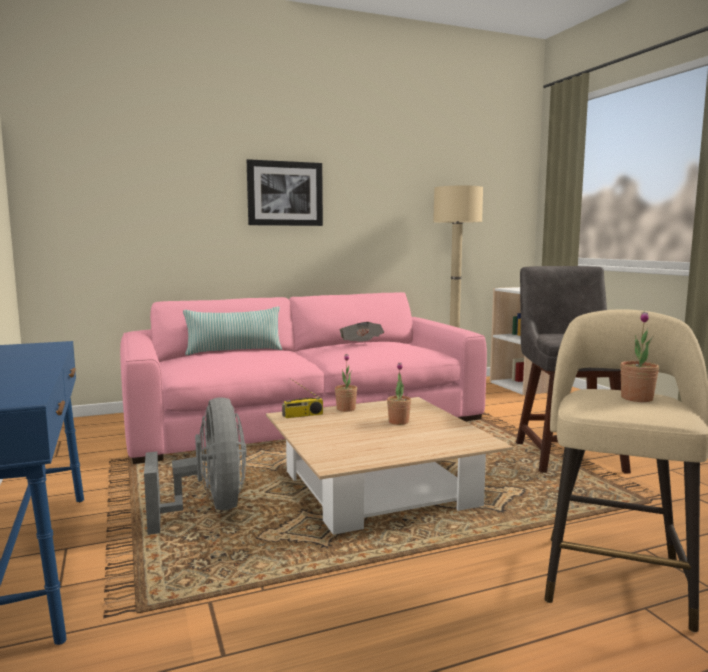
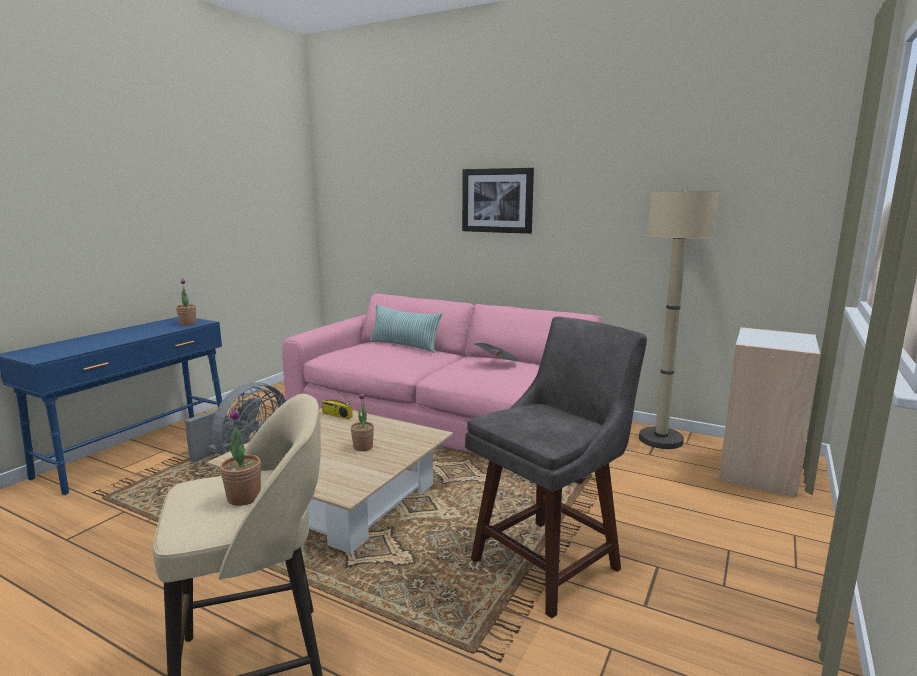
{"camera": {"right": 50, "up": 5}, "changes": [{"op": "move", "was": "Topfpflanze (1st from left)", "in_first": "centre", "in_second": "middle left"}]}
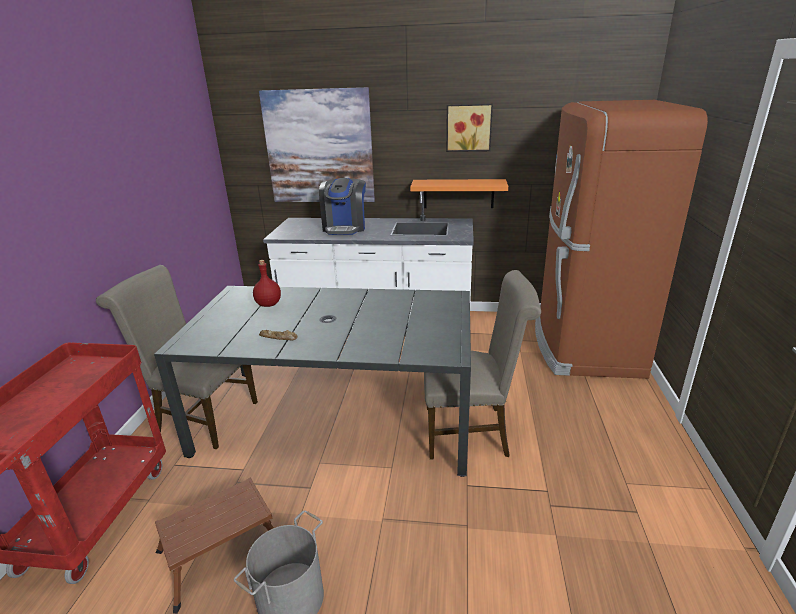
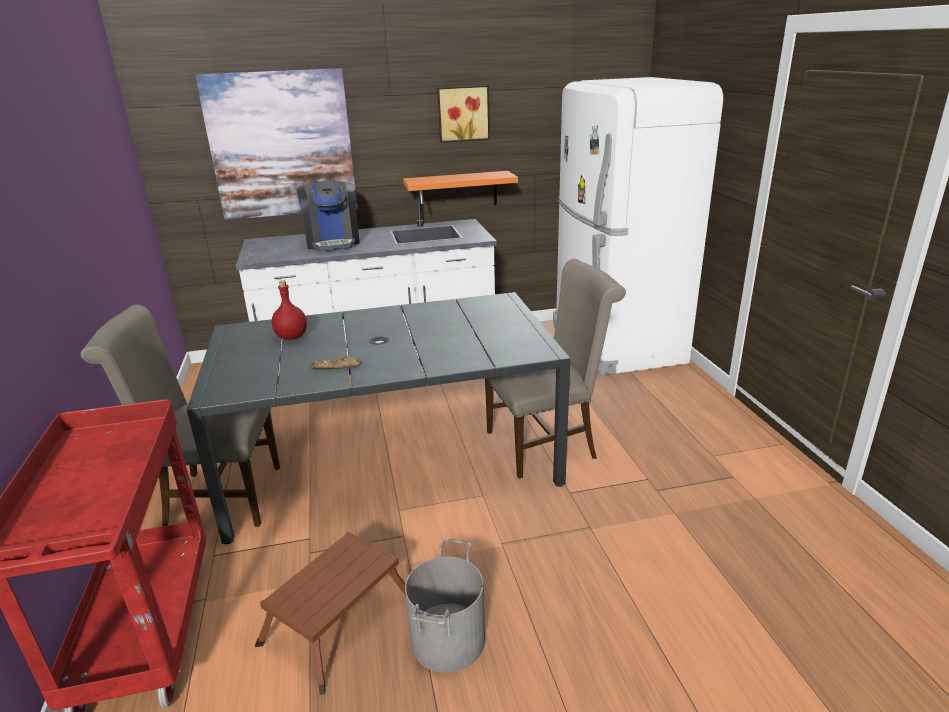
{"camera": {"right": -20, "up": 0}, "changes": [{"op": "recolor", "was": "Kühlschrank [braun]", "now": "Kühlschrank [weiß]", "in_first": "middle right", "in_second": "top right"}]}
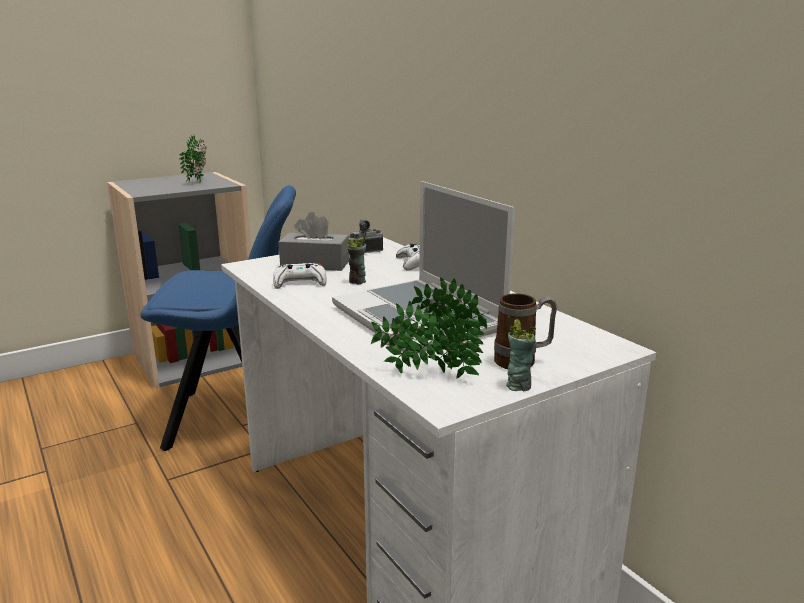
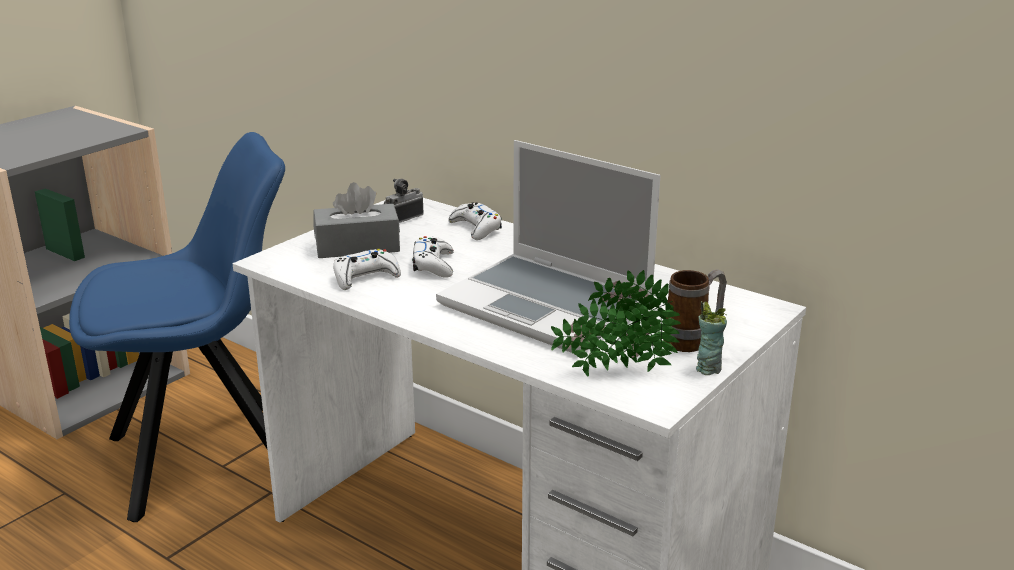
{"camera": {"right": -20, "up": 5}, "changes": [{"op": "replace", "was": "Tasse (1st from left)", "now": "Gamepad [weiß] (2nd from left)", "in_first": "centre", "in_second": "centre"}, {"op": "delete", "was": "Topfpflanze (1st from left)", "in_first": "top left"}]}
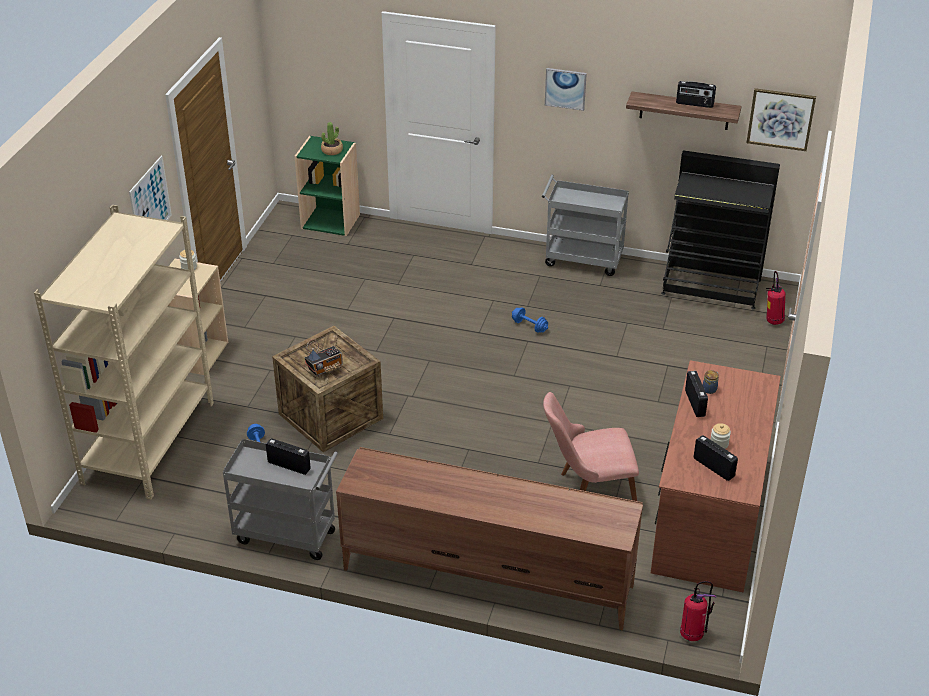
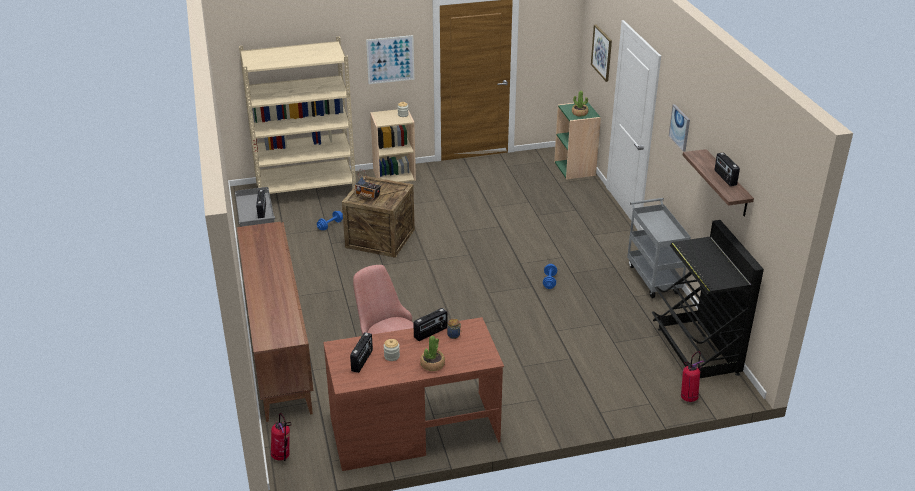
{"camera": {"right": 60, "up": -5}, "changes": [{"op": "insert", "now": "Topfpflanze (1st from left)", "in_second": "bottom centre"}, {"op": "move", "was": "Bild (3rd from left in the first image)", "now": "Bild (2nd from left)", "in_first": "top right", "in_second": "top centre"}]}
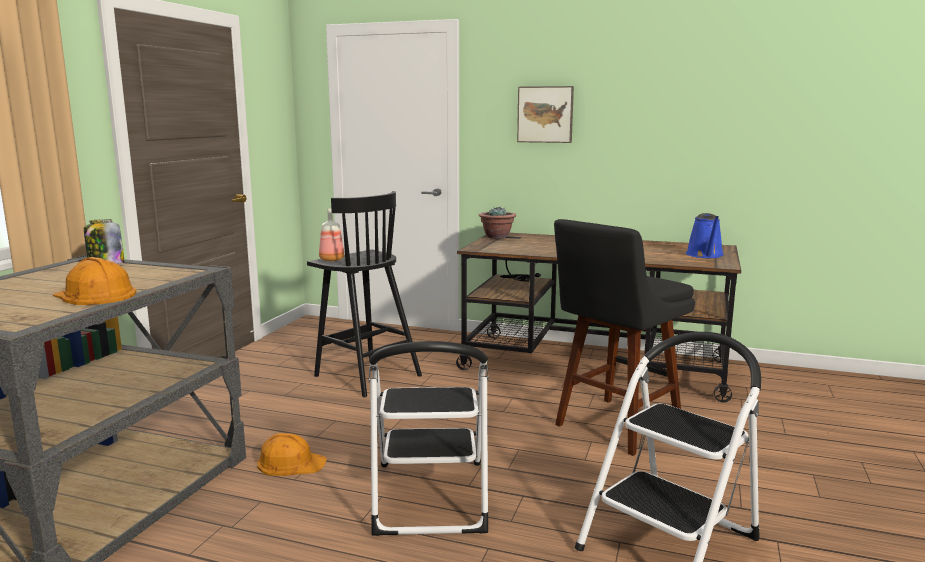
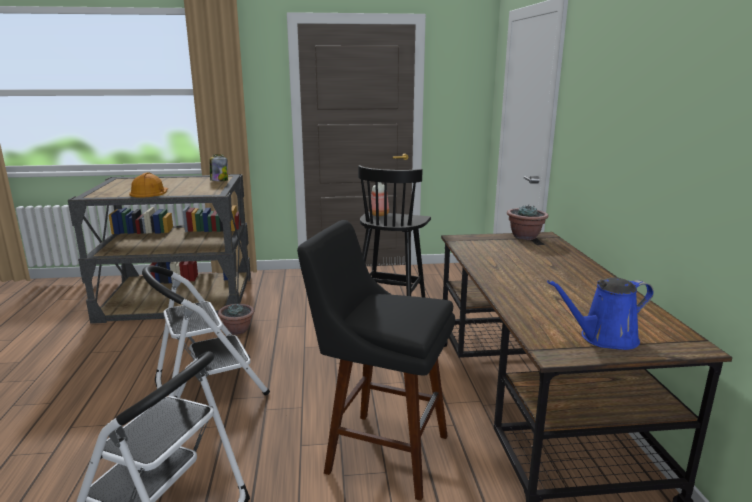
{"camera": {"right": 65, "up": 5}, "changes": [{"op": "replace", "was": "Schutzhelm [orange] (2nd from left)", "now": "Topfpflanze (1st from left)", "in_first": "bottom left", "in_second": "middle left"}, {"op": "delete", "was": "Bild", "in_first": "top centre"}]}
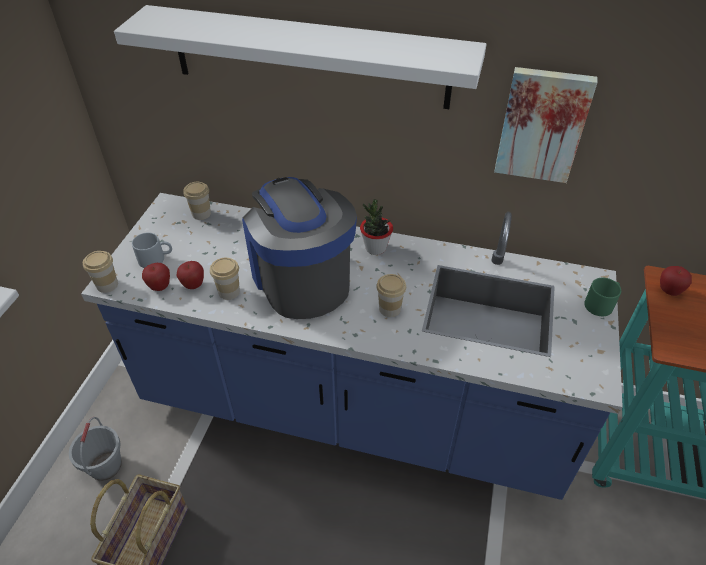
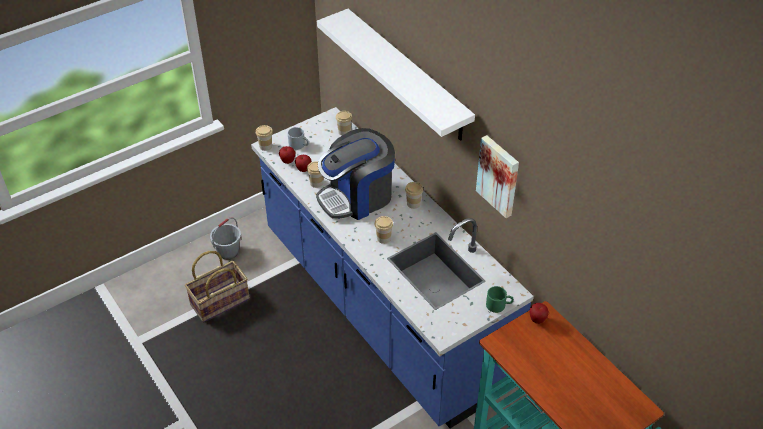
{"camera": {"right": 40, "up": 0}, "changes": [{"op": "rotate", "was": "Kaffeemaschine", "in_first": "centre", "in_second": "centre", "clockwise": -135}, {"op": "replace", "was": "Topfpflanze", "now": "Tasse (5th from left)", "in_first": "centre", "in_second": "centre"}]}
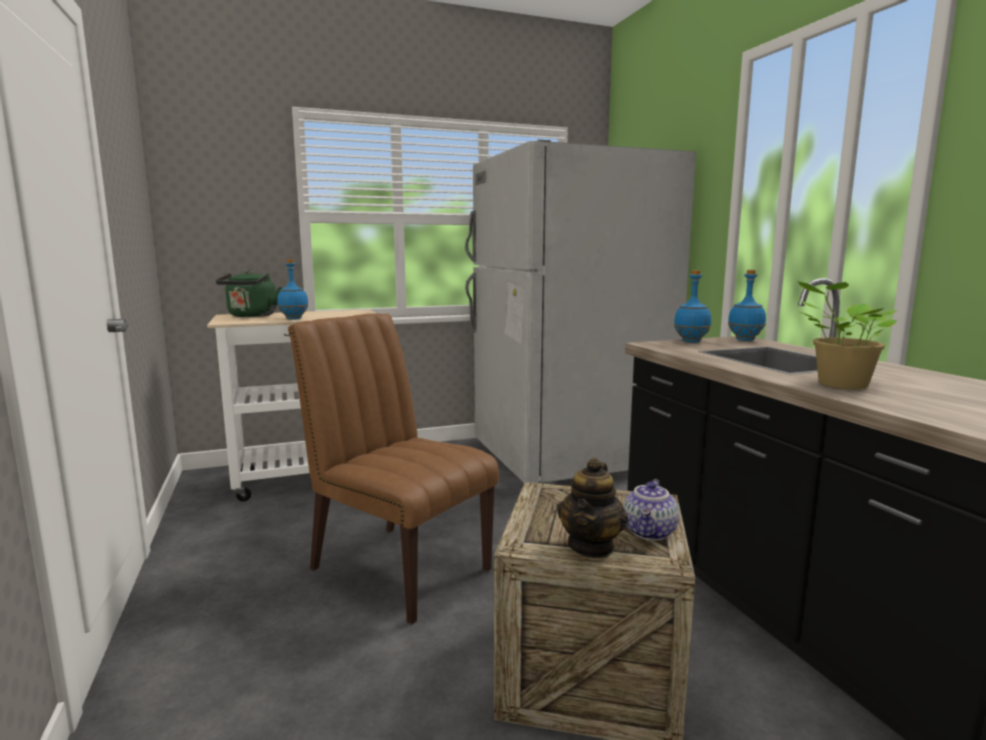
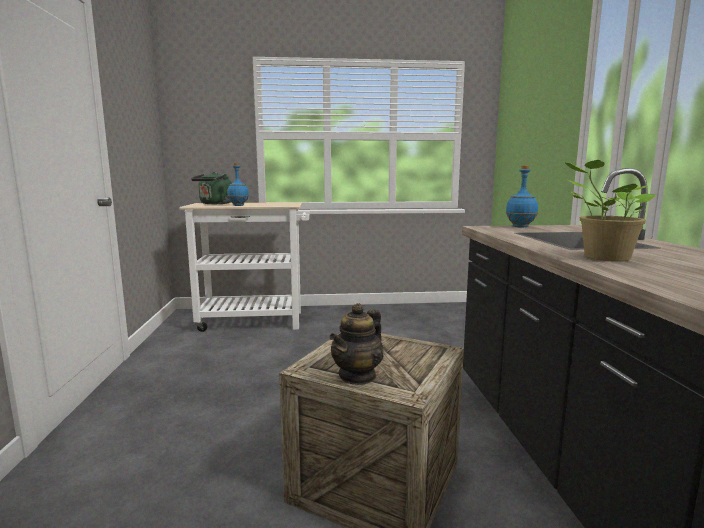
{"camera": {"right": 15, "up": 0}, "changes": [{"op": "delete", "was": "Stuhl [braun]", "in_first": "centre"}, {"op": "delete", "was": "Kühlschrank [weiß]", "in_first": "centre"}, {"op": "delete", "was": "Teekanne (2nd from left)", "in_first": "bottom centre"}, {"op": "delete", "was": "Flasche [blau] (3rd from left)", "in_first": "middle right"}]}
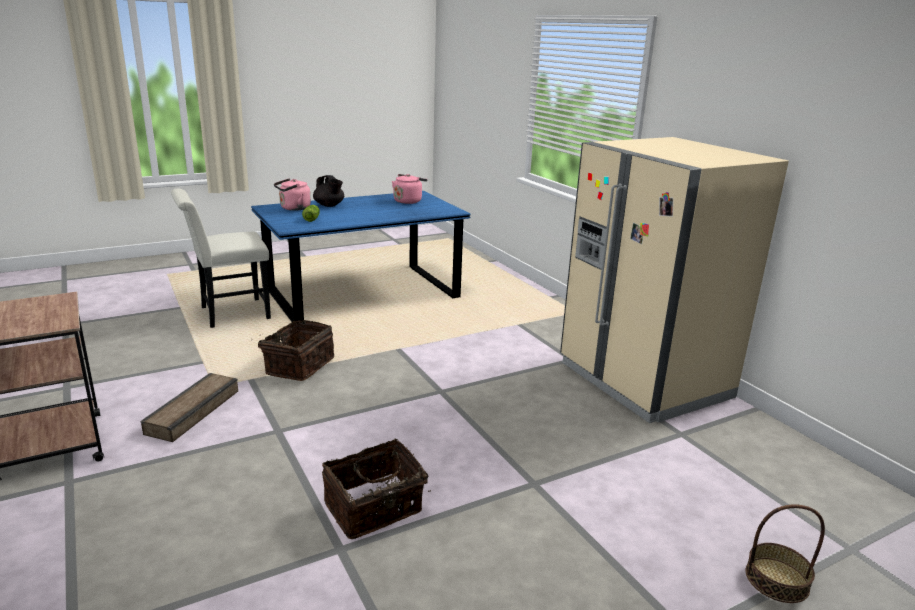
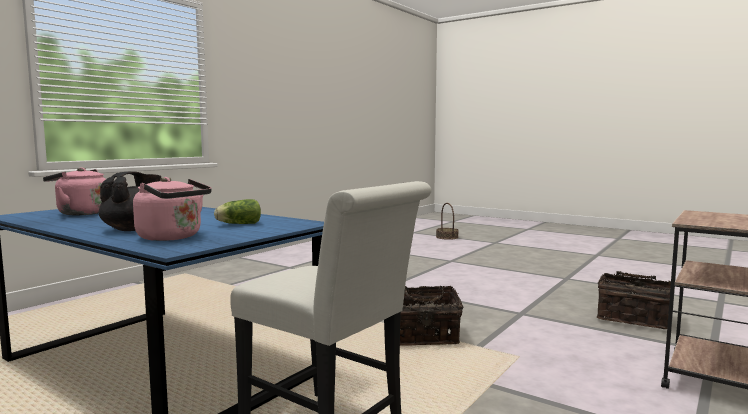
{"camera": {"right": -115, "up": -15}, "changes": [{"op": "move", "was": "Korb (2nd from left in the first image)", "now": "Korb (3rd from left)", "in_first": "bottom centre", "in_second": "bottom right"}, {"op": "delete", "was": "Kiste", "in_first": "bottom left"}, {"op": "delete", "was": "Kühlschrank [beige]", "in_first": "middle right"}]}
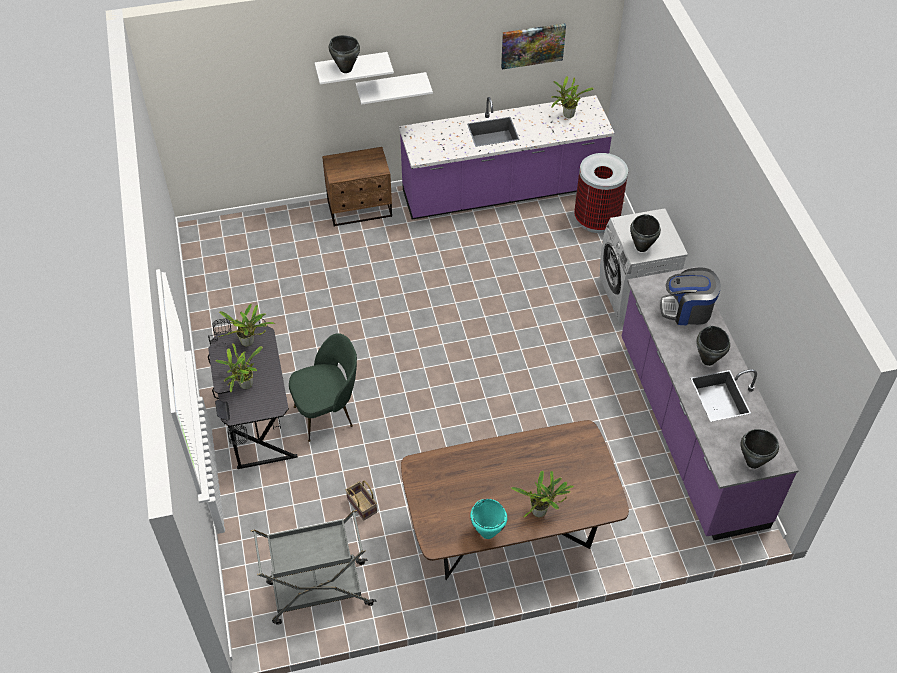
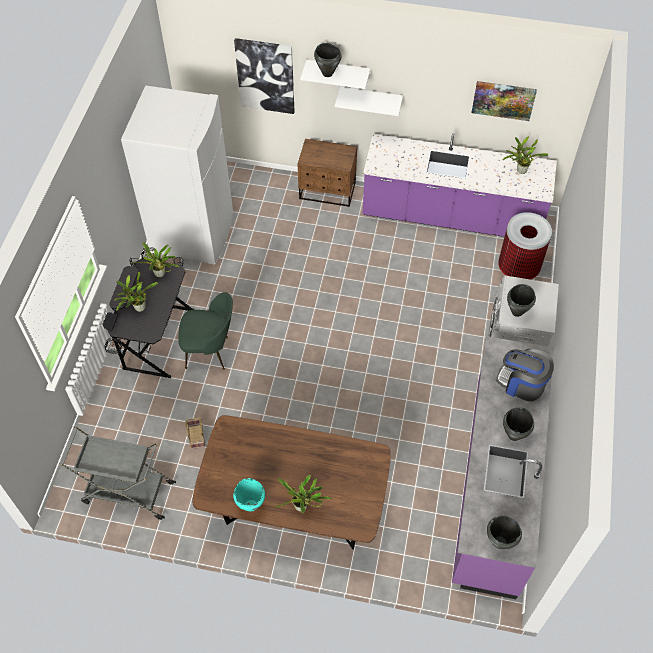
{"camera": {"right": 25, "up": 5}, "changes": [{"op": "insert", "now": "Kühlschrank [weiß]", "in_second": "top left"}, {"op": "insert", "now": "Bild (1st from left)", "in_second": "top centre"}]}
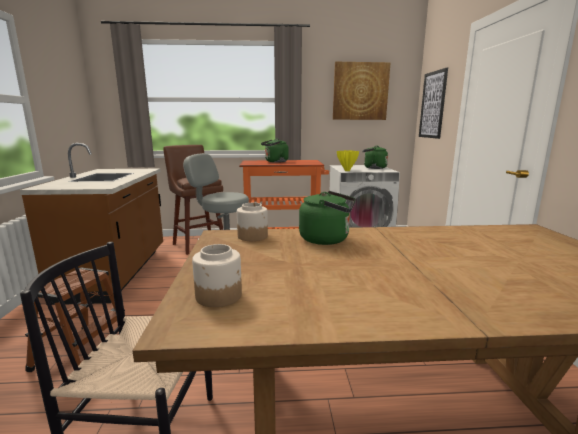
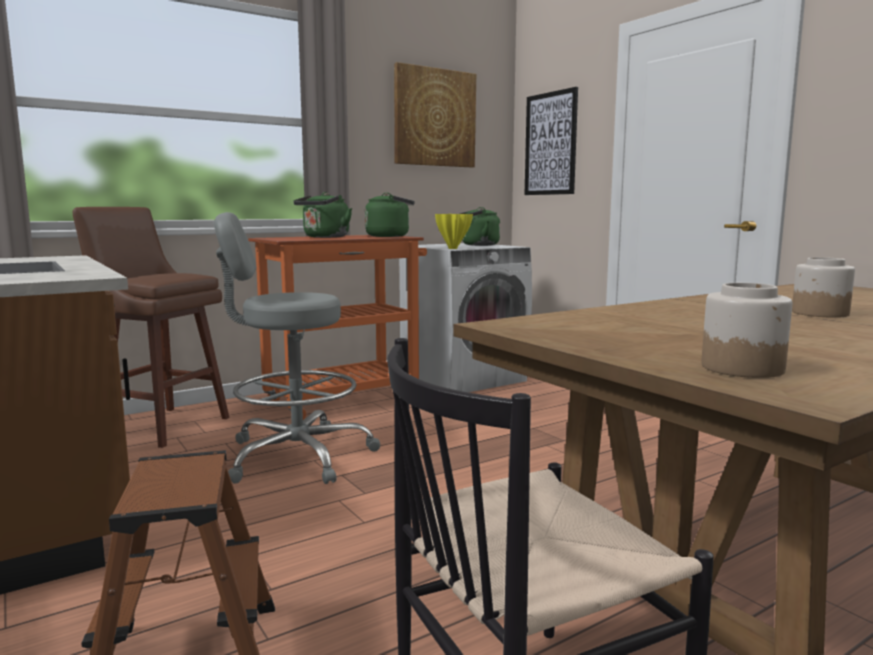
{"camera": {"right": -30, "up": -5}, "changes": [{"op": "move", "was": "Wasserkessel [grün] (2nd from left)", "in_first": "centre", "in_second": "top centre"}, {"op": "move", "was": "Vorratsglas (2nd from left)", "in_first": "centre", "in_second": "middle right"}]}
